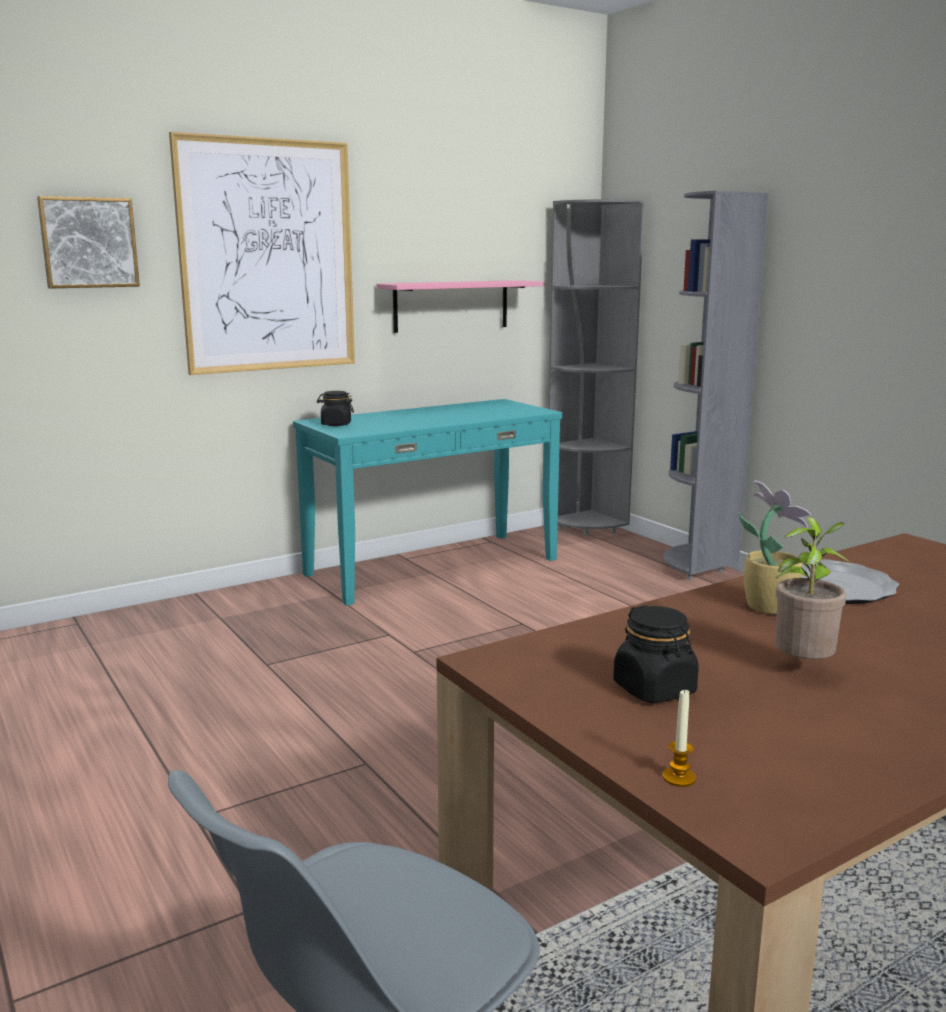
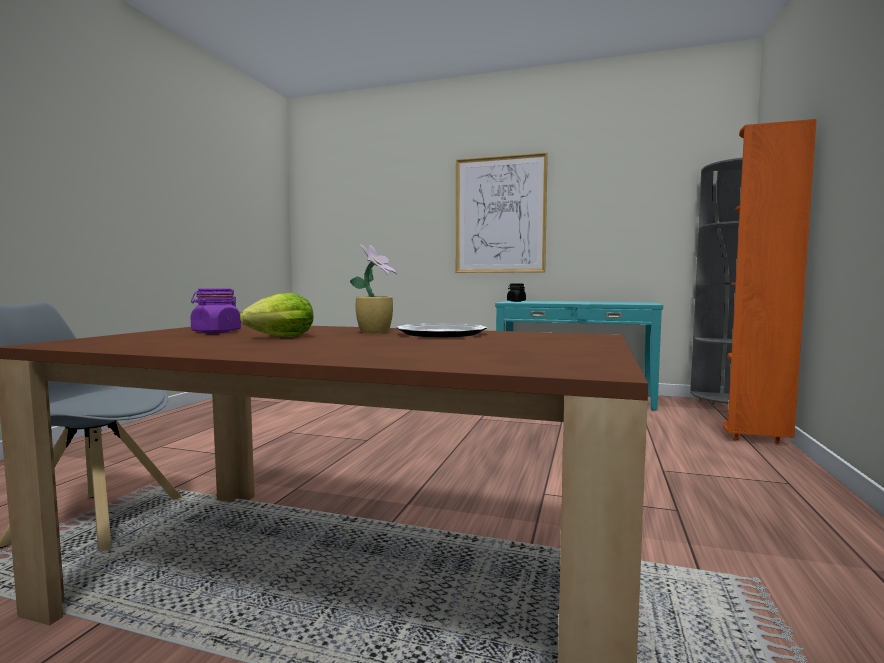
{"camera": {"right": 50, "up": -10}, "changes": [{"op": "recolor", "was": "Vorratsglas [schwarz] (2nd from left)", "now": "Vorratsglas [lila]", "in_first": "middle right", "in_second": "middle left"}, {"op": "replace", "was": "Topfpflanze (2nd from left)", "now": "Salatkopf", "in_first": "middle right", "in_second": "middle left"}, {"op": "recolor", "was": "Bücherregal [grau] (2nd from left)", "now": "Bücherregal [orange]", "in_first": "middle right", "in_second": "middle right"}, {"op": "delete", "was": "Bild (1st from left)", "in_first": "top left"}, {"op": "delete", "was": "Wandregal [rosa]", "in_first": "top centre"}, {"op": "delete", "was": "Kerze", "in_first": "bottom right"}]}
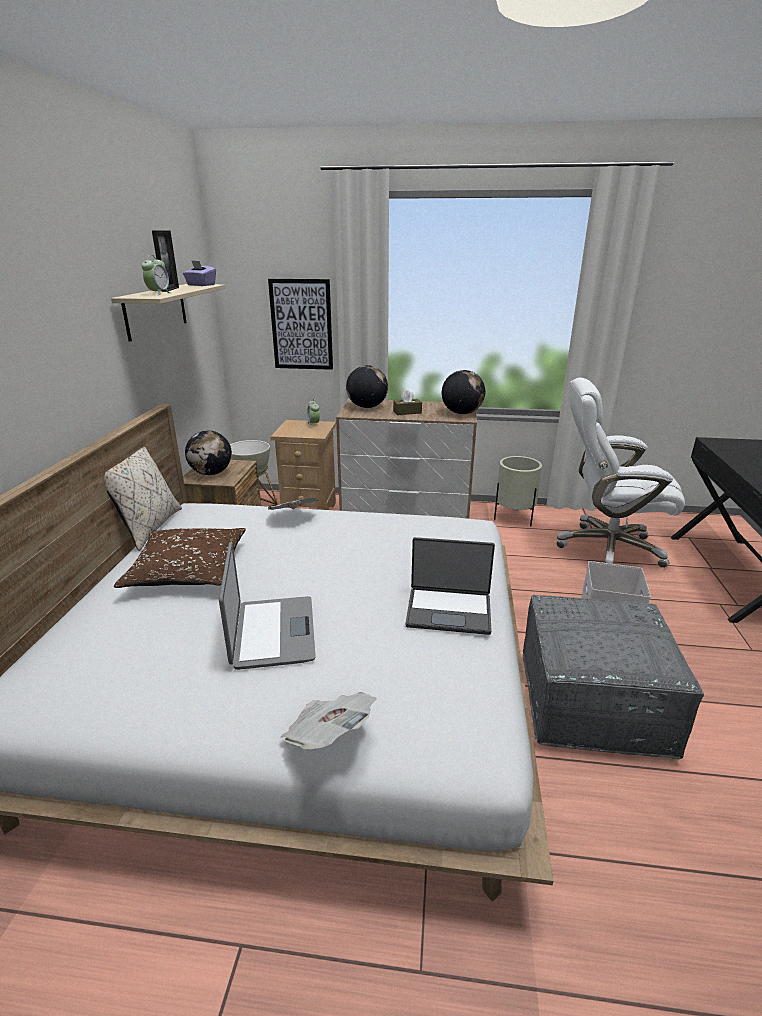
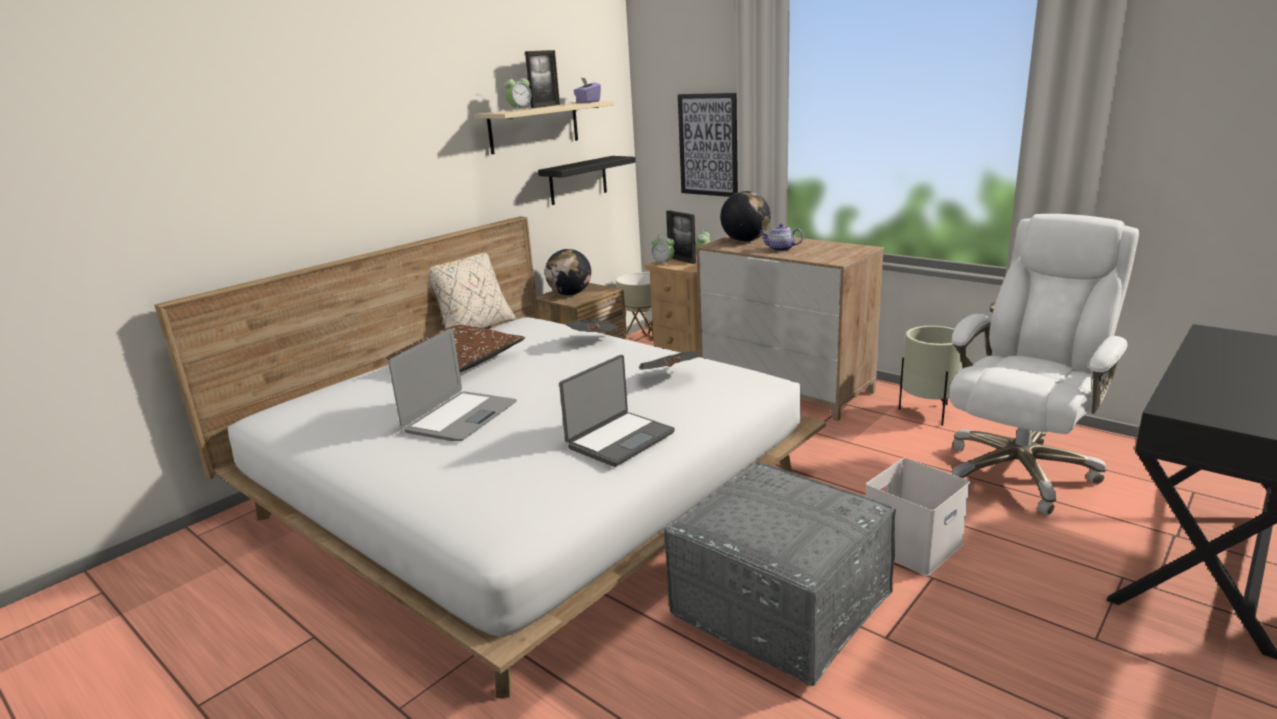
{"camera": {"right": 35, "up": -5}, "changes": [{"op": "insert", "now": "Wandregal [schwarz]", "in_second": "top centre"}, {"op": "rotate", "was": "Laptop (2nd from left)", "in_first": "centre", "in_second": "centre", "clockwise": -90}, {"op": "move", "was": "Zeitung (2nd from left)", "in_first": "bottom centre", "in_second": "centre"}, {"op": "insert", "now": "Wecker (2nd from left)", "in_second": "centre"}, {"op": "insert", "now": "Bilderrahmen (2nd from left)", "in_second": "top centre"}, {"op": "replace", "was": "Taschentuchbox [braun]", "now": "Teekanne", "in_first": "centre", "in_second": "top centre"}, {"op": "rotate", "was": "Bürostuhl [weiß]", "in_first": "middle right", "in_second": "middle right", "clockwise": 90}, {"op": "delete", "was": "Globus (3rd from left)", "in_first": "centre"}]}
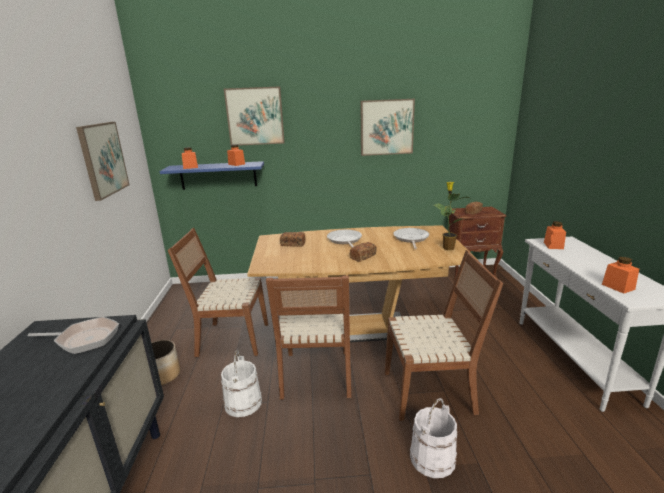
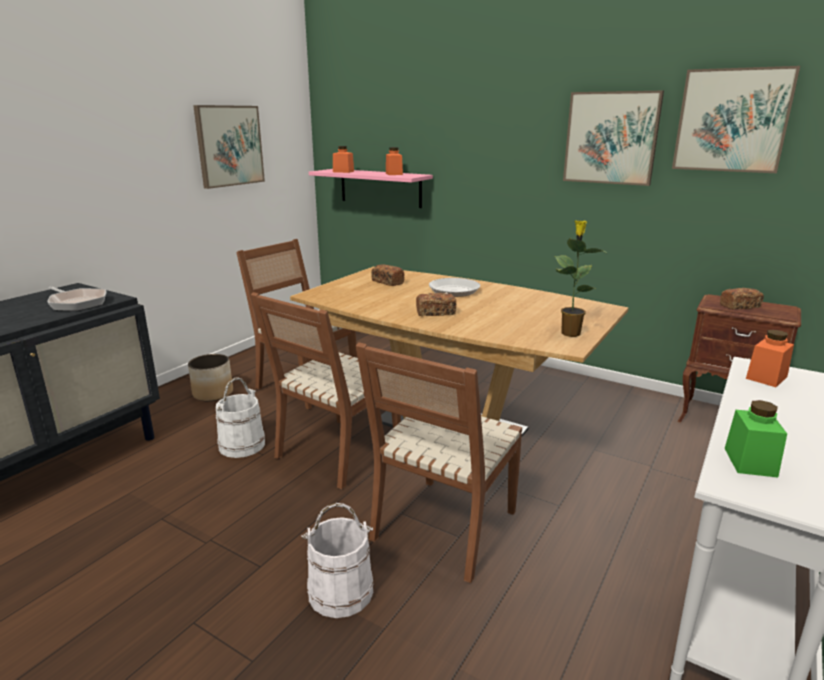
{"camera": {"right": 35, "up": 0}, "changes": [{"op": "recolor", "was": "Wandregal [blau]", "now": "Wandregal [rosa]", "in_first": "middle left", "in_second": "top centre"}, {"op": "rotate", "was": "Stuhl (3rd from left)", "in_first": "bottom right", "in_second": "bottom centre", "clockwise": 90}, {"op": "move", "was": "Bild (2nd from left in the first image)", "now": "Bild (3rd from left)", "in_first": "top centre", "in_second": "top right"}, {"op": "recolor", "was": "Vorratsglas [orange] (4th from left)", "now": "Vorratsglas [grün]", "in_first": "middle right", "in_second": "middle right"}, {"op": "delete", "was": "Pfanne (3rd from left)", "in_first": "centre"}]}
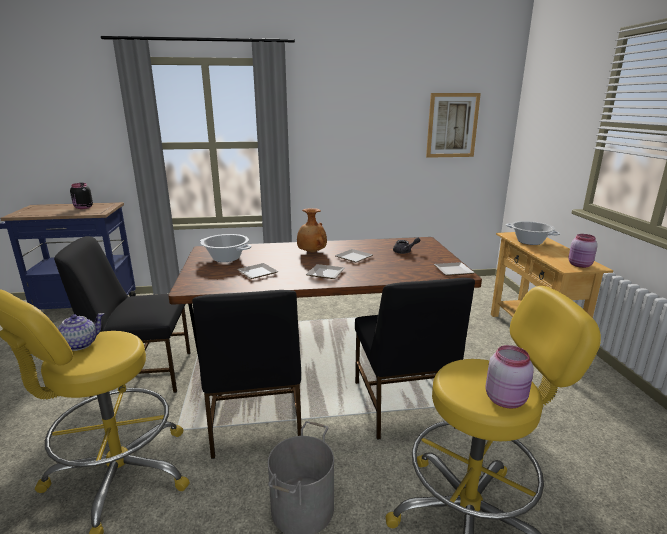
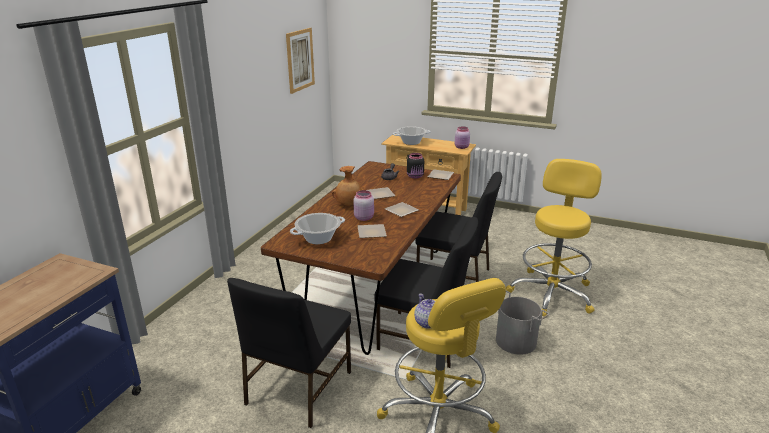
{"camera": {"right": -60, "up": 5}, "changes": [{"op": "move", "was": "Vorratsglas [rosa] (1st from left)", "in_first": "bottom right", "in_second": "centre"}, {"op": "move", "was": "Vorratsglas [schwarz]", "in_first": "middle left", "in_second": "centre"}]}
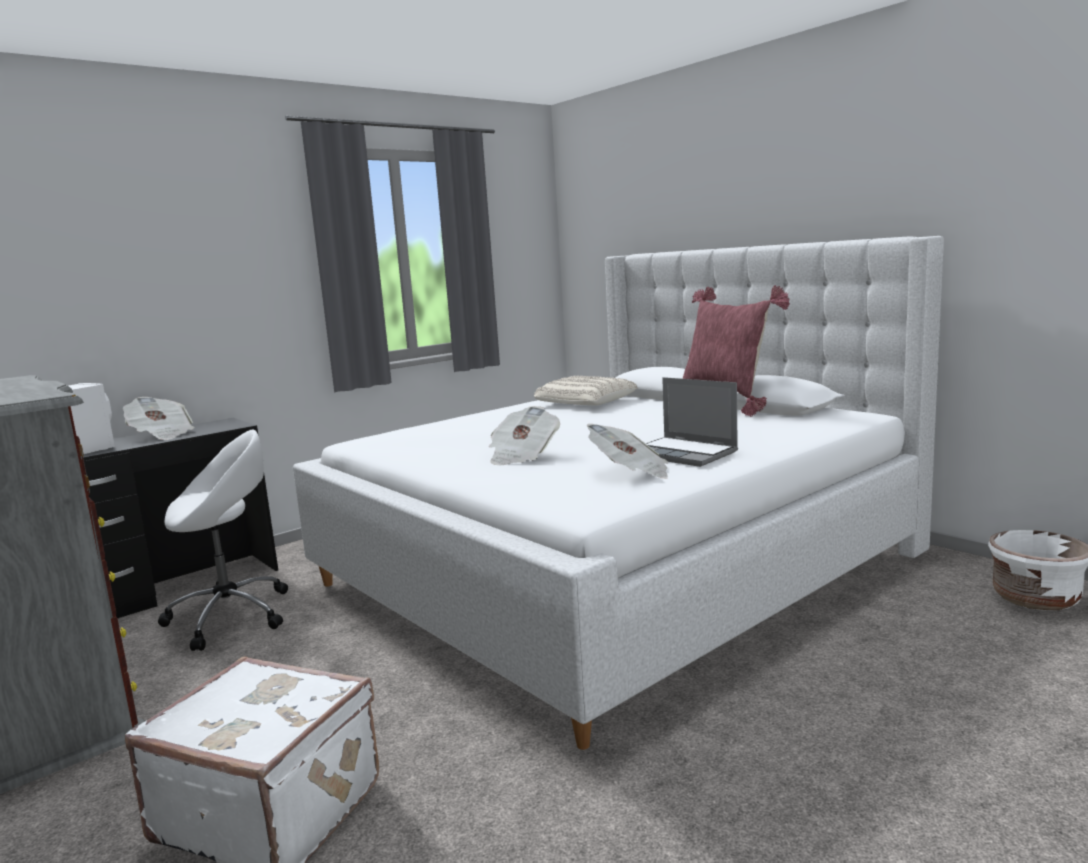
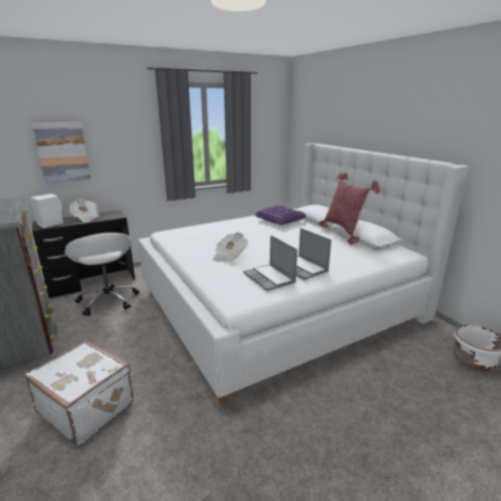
{"camera": {"right": 10, "up": 10}, "changes": [{"op": "insert", "now": "Bild", "in_second": "top left"}, {"op": "rotate", "was": "Bürostuhl [weiß]", "in_first": "middle left", "in_second": "middle left", "clockwise": 75}, {"op": "replace", "was": "Zeitung (3rd from left)", "now": "Laptop (1st from left)", "in_first": "centre", "in_second": "centre"}, {"op": "recolor", "was": "Kissen [beige]", "now": "Kissen [lila]", "in_first": "centre", "in_second": "centre"}]}
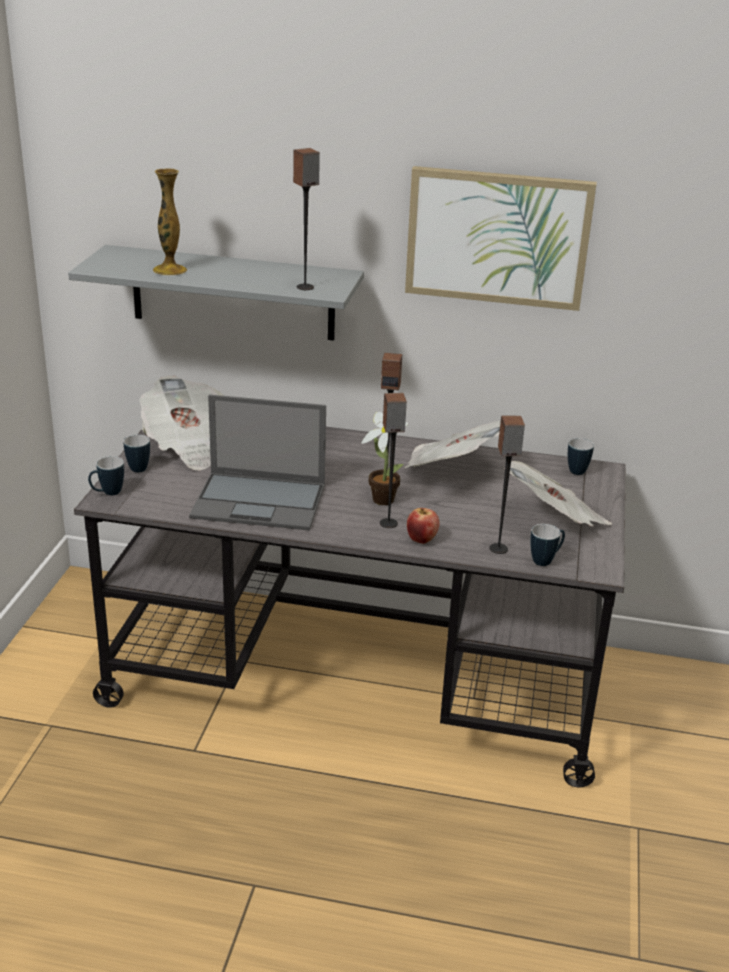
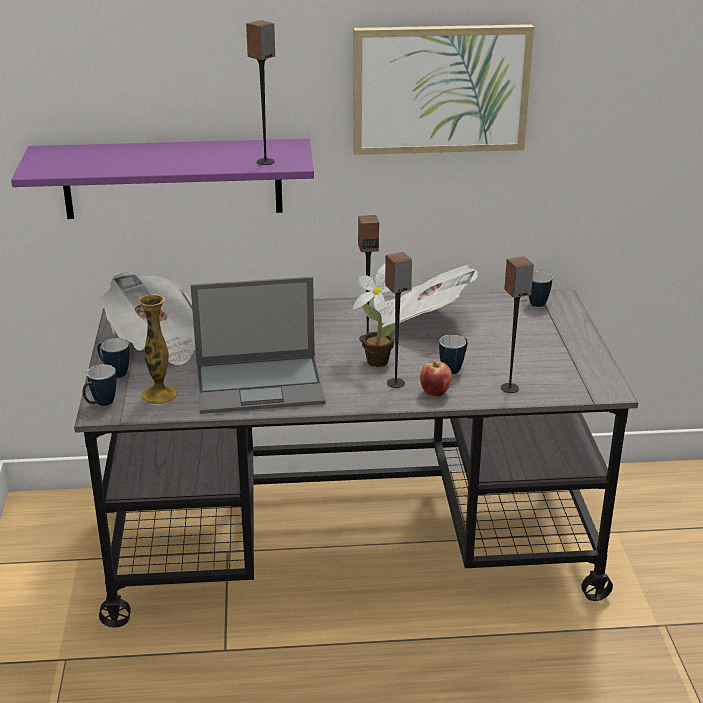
{"camera": {"right": -15, "up": 0}, "changes": [{"op": "recolor", "was": "Wandregal [grau]", "now": "Wandregal [lila]", "in_first": "top left", "in_second": "top left"}, {"op": "move", "was": "Vase", "in_first": "top left", "in_second": "middle left"}, {"op": "move", "was": "Henkelbecher (3rd from left)", "in_first": "middle right", "in_second": "centre"}, {"op": "delete", "was": "Zeitung (3rd from left)", "in_first": "middle right"}]}
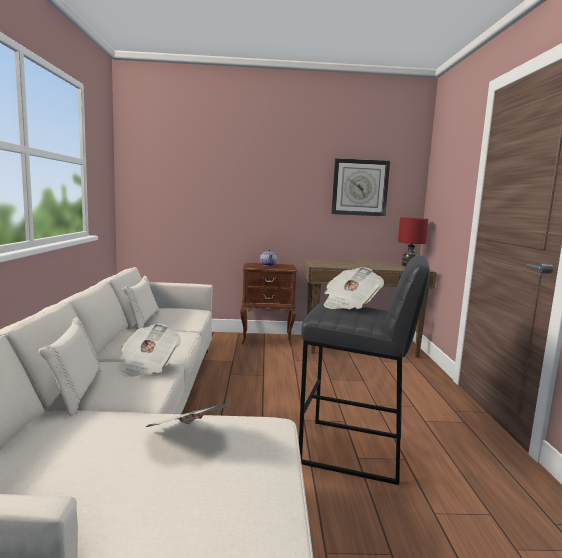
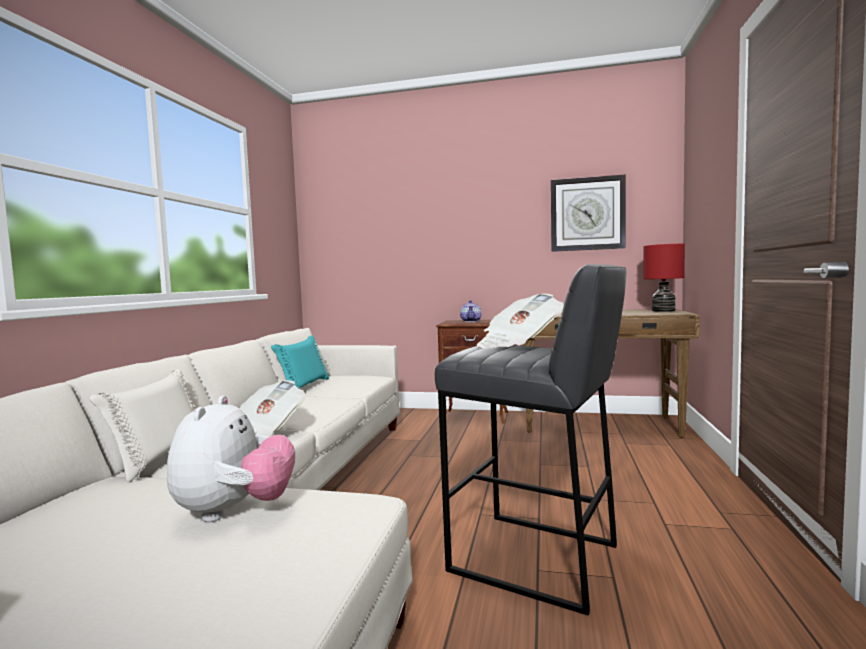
{"camera": {"right": 15, "up": -5}, "changes": [{"op": "replace", "was": "Zeitung (2nd from left)", "now": "Plüschtier", "in_first": "bottom left", "in_second": "bottom left"}, {"op": "recolor", "was": "Kissen [weiß] (2nd from left)", "now": "Kissen [türkis]", "in_first": "middle left", "in_second": "centre"}]}
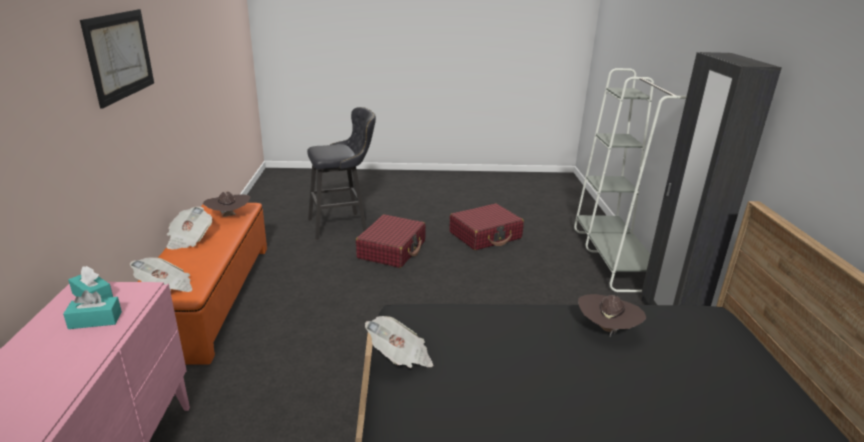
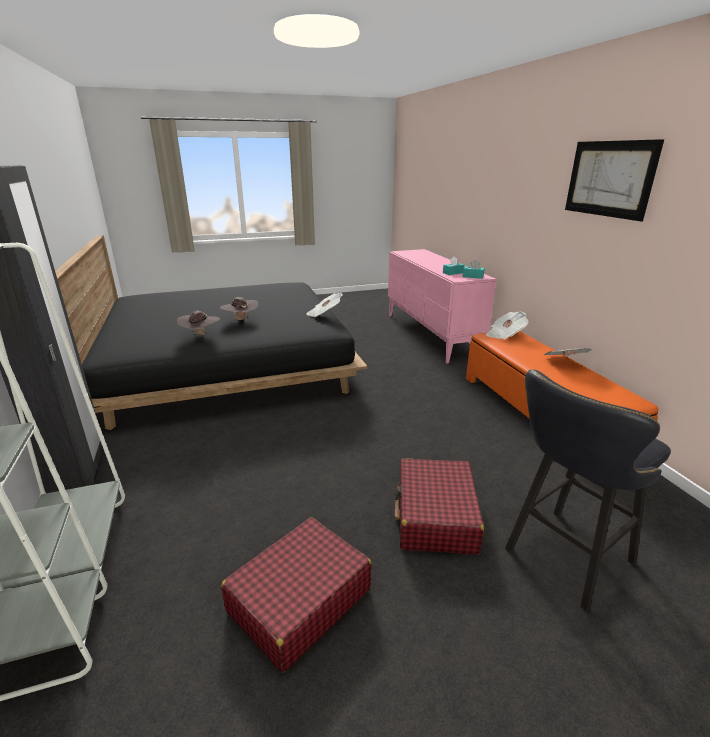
{"camera": {"right": 165, "up": 0}, "changes": [{"op": "move", "was": "Hut [braun] (1st from left in the first image)", "now": "Hut [braun] (2nd from left)", "in_first": "middle left", "in_second": "centre"}]}
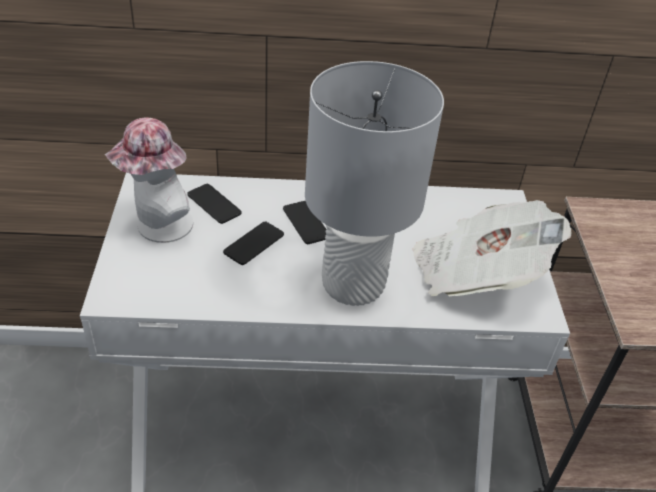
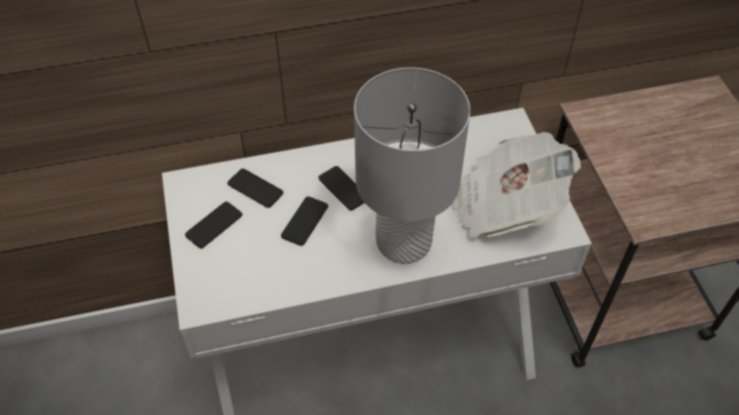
{"camera": {"right": -10, "up": 10}, "changes": [{"op": "replace", "was": "Hut", "now": "Handy (1st from left)", "in_first": "middle left", "in_second": "middle left"}]}
